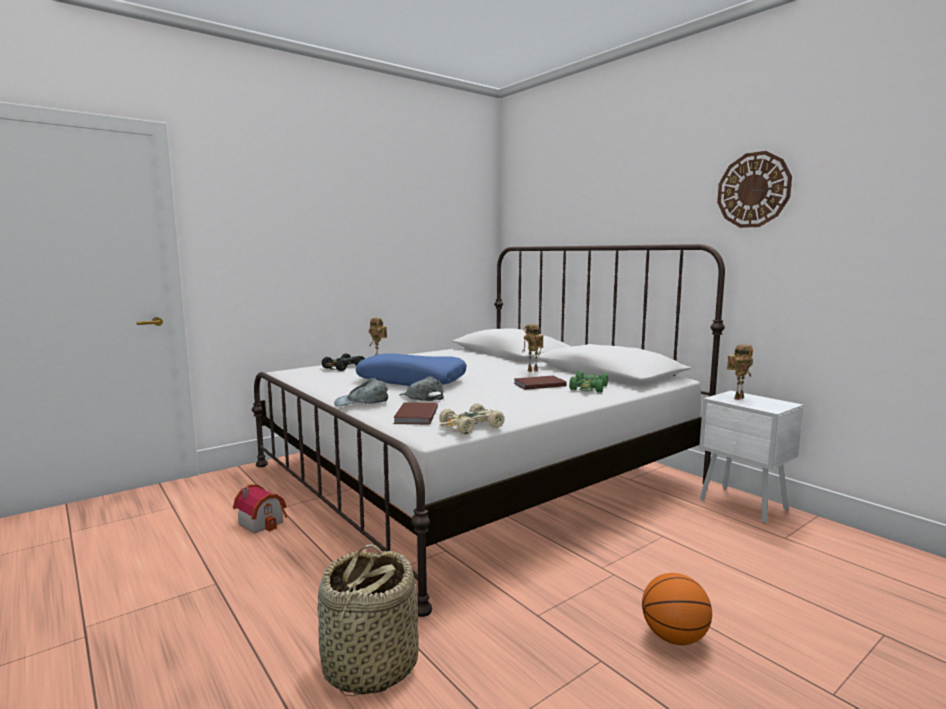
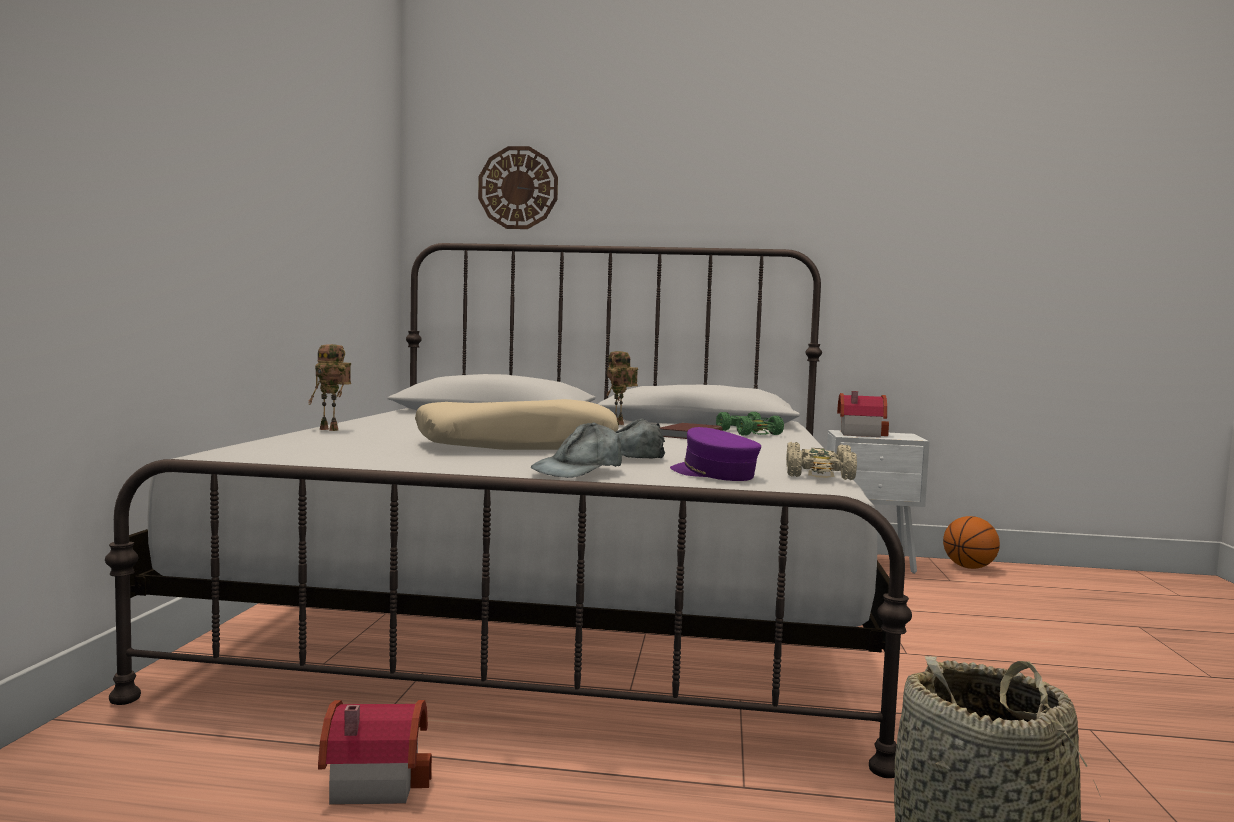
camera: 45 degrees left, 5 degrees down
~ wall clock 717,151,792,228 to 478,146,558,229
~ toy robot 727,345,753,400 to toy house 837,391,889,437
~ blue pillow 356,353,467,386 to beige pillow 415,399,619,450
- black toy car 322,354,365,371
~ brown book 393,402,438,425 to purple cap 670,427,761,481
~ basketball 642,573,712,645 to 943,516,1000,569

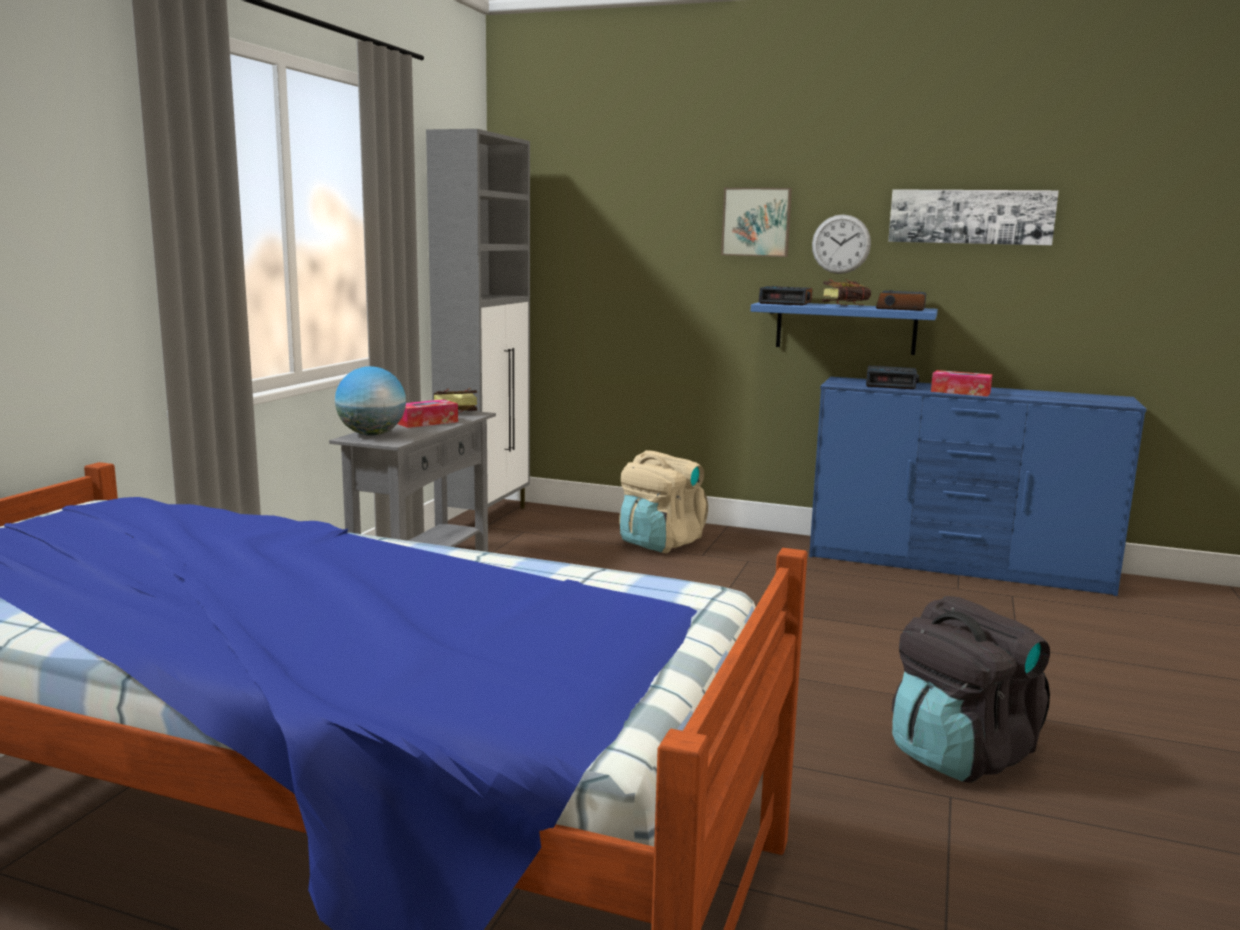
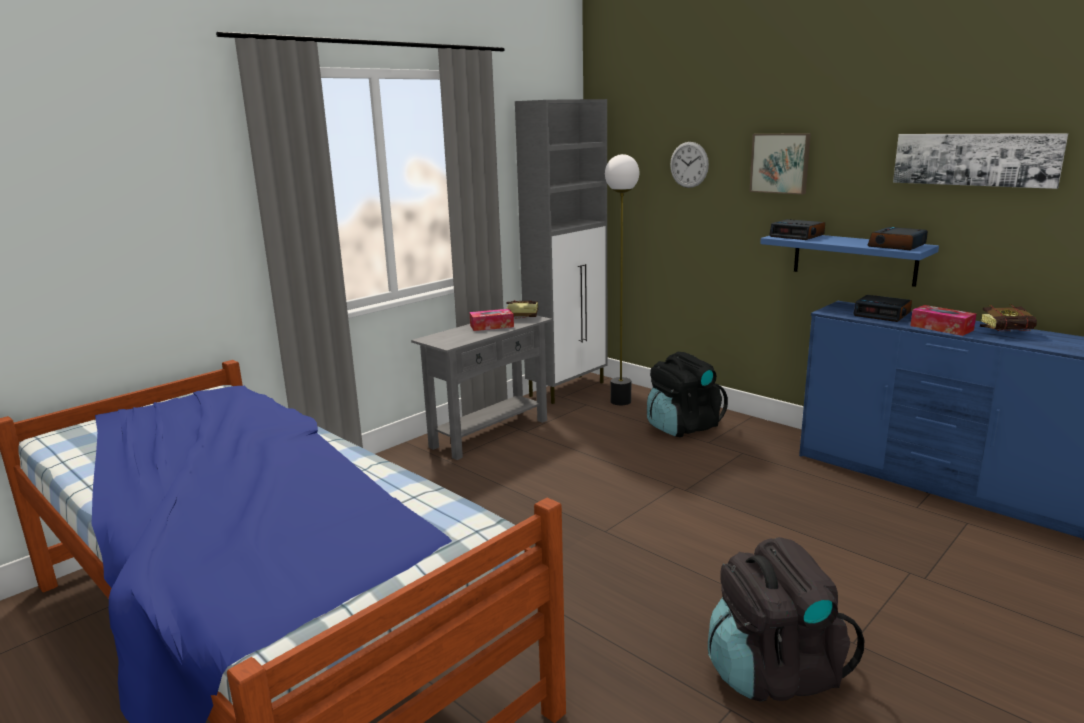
camera: 25 degrees right, 5 degrees up
~ wall clock 812,214,871,274 to 670,142,709,188
~ book 822,279,871,305 to 980,304,1037,331
- globe 335,366,406,435
~ beige backpack 619,450,708,553 to black backpack 647,352,728,437
+ floor lamp 605,154,639,405

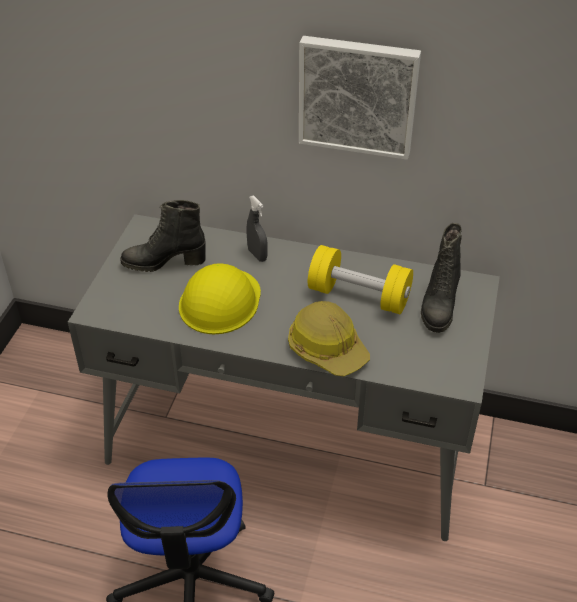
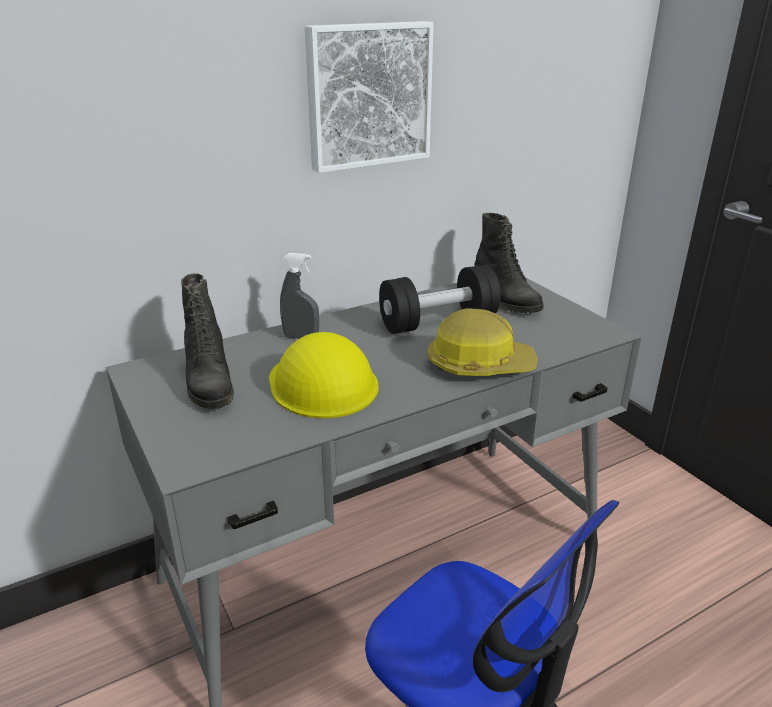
camera: 45 degrees left, 15 degrees down
~ black boot 120,200,206,272 = 181,273,234,409 60 degrees counterclockwise
~ yellow dumbbell 308,245,413,314 to black dumbbell 379,265,501,334

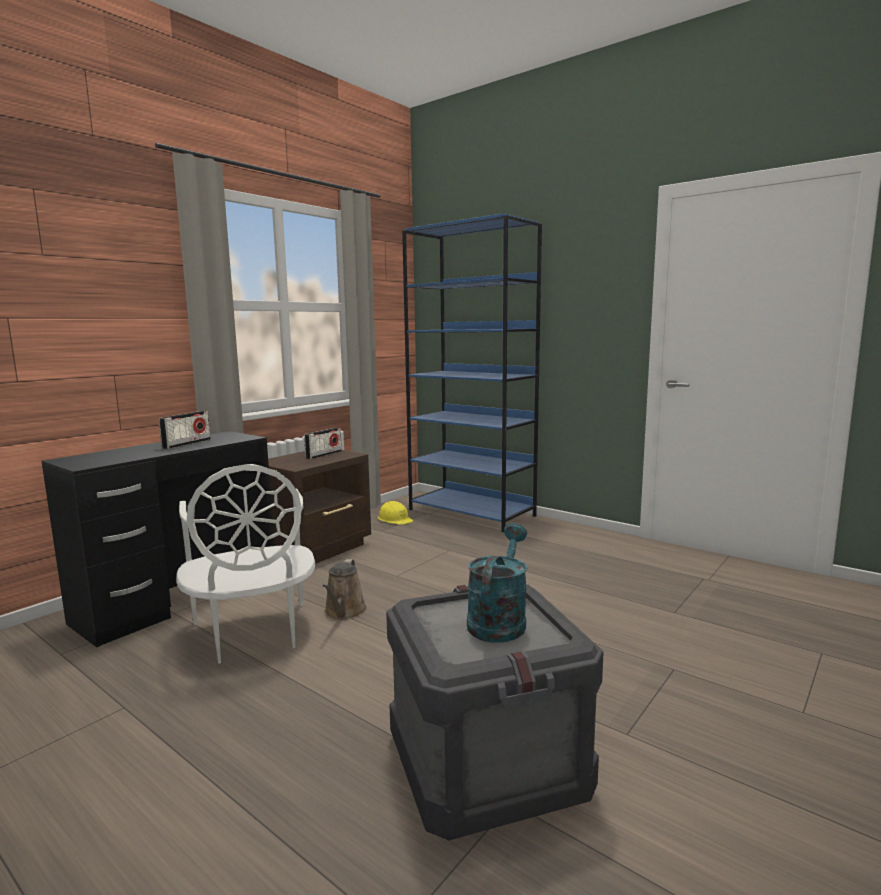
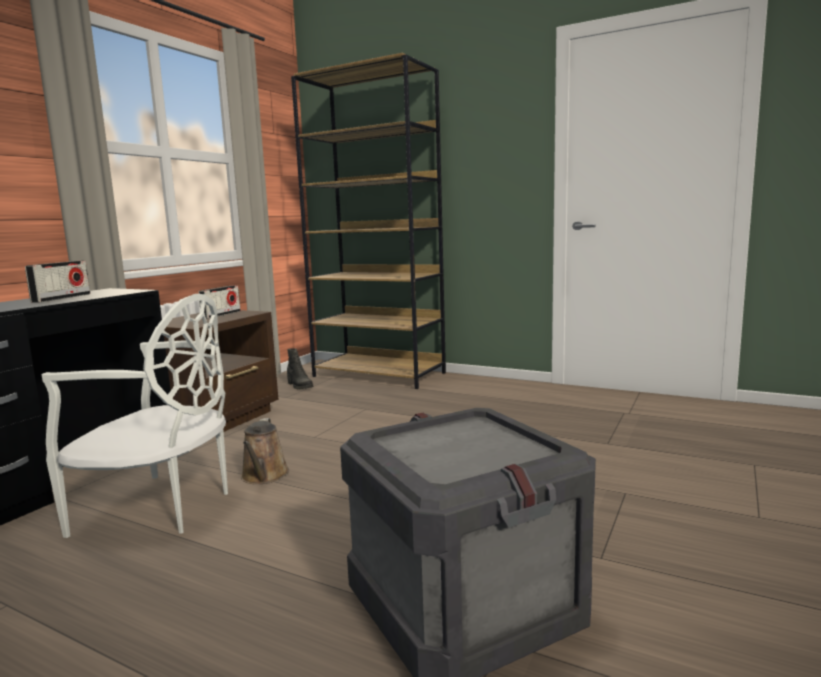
camera: 10 degrees left, 0 degrees up
~ blue bookcase 402,213,542,532 to brown bookcase 291,53,446,389
~ white chair 176,464,315,664 = 42,294,228,538 45 degrees counterclockwise
~ yellow hard hat 378,501,413,525 to black boot 287,348,313,389
- turquoise watering can 467,523,527,643

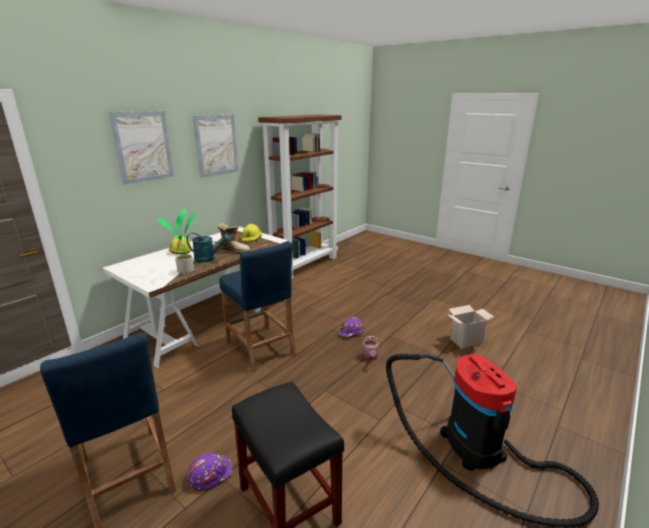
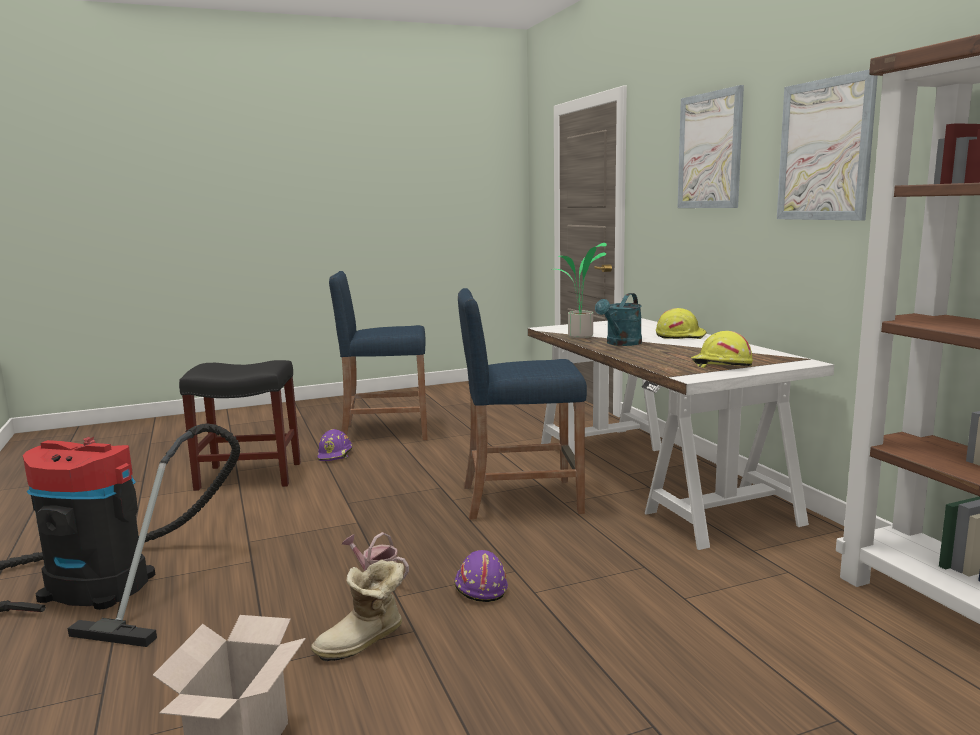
camera: 120 degrees right, 10 degrees down
~ boot 217,223,250,254 to 311,559,404,661

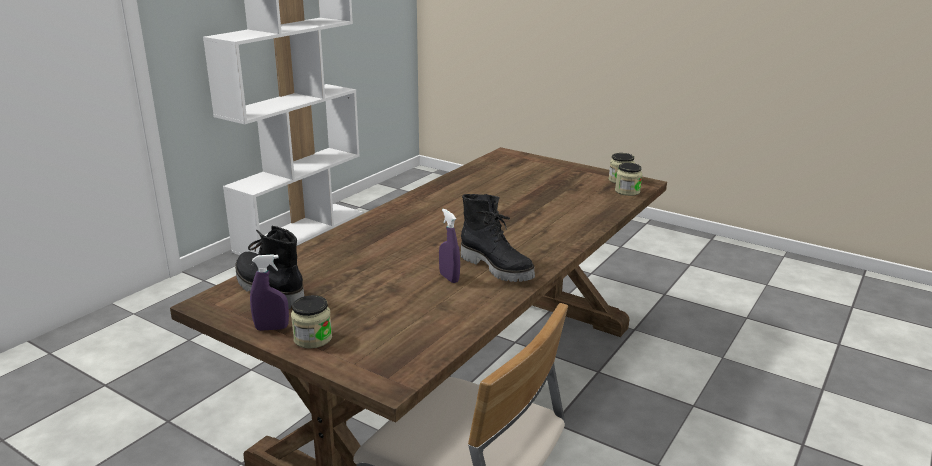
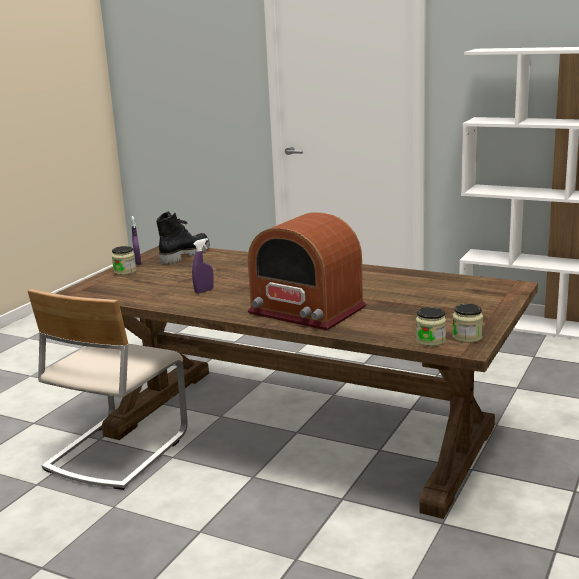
camera: 85 degrees right, 5 degrees down
- black boot 461,194,535,282
+ radio 248,212,366,331

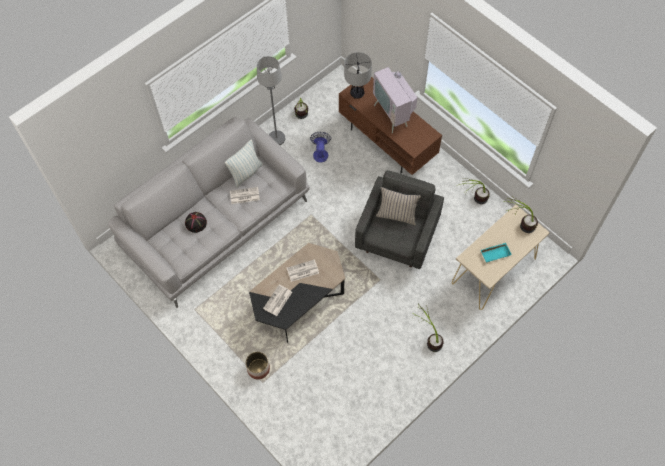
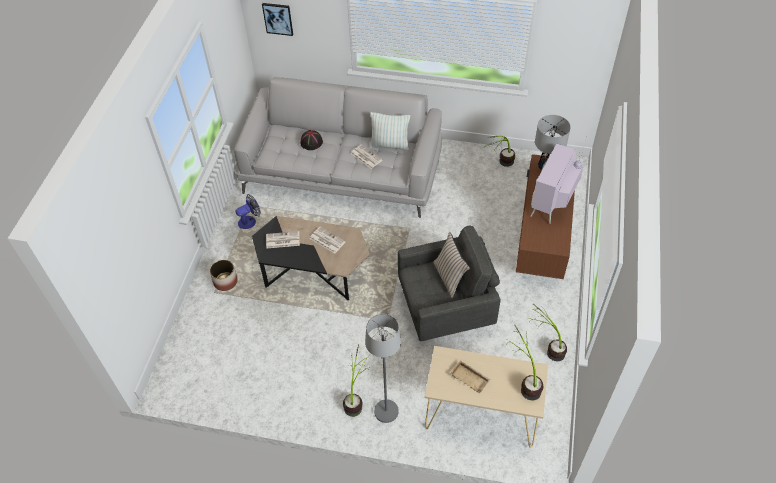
camera: 55 degrees right, 10 degrees down
~ grey floor lamp 257,56,285,145 to 365,314,401,423
~ fan 310,132,331,162 to 236,194,261,229
~ turquoise tray 481,243,512,262 to beige tray 450,360,490,393
+ picture 262,3,293,36

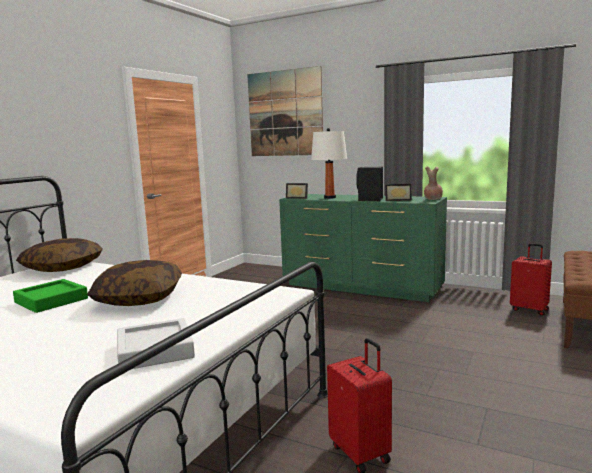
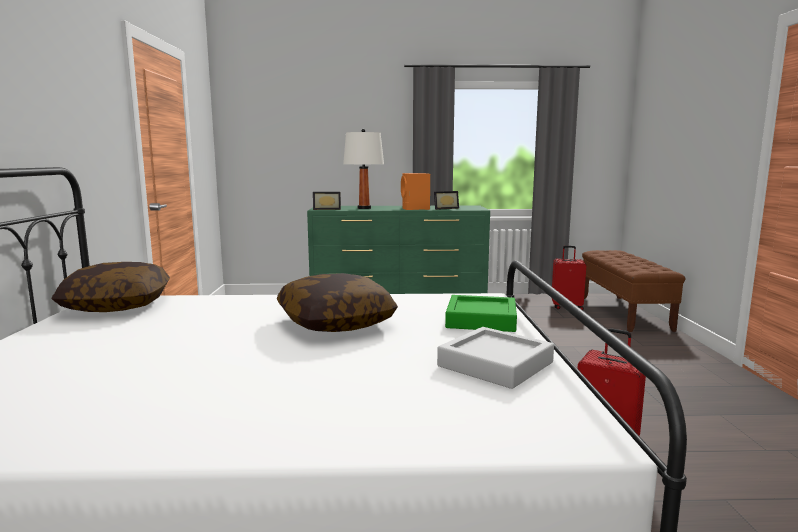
camera: 30 degrees left, 0 degrees up
- picture 247,66,323,156
- brown vase 424,166,443,200
~ black speaker 356,167,383,201 to orange speaker 401,173,430,210
~ green tray 13,279,88,313 to 445,295,517,332

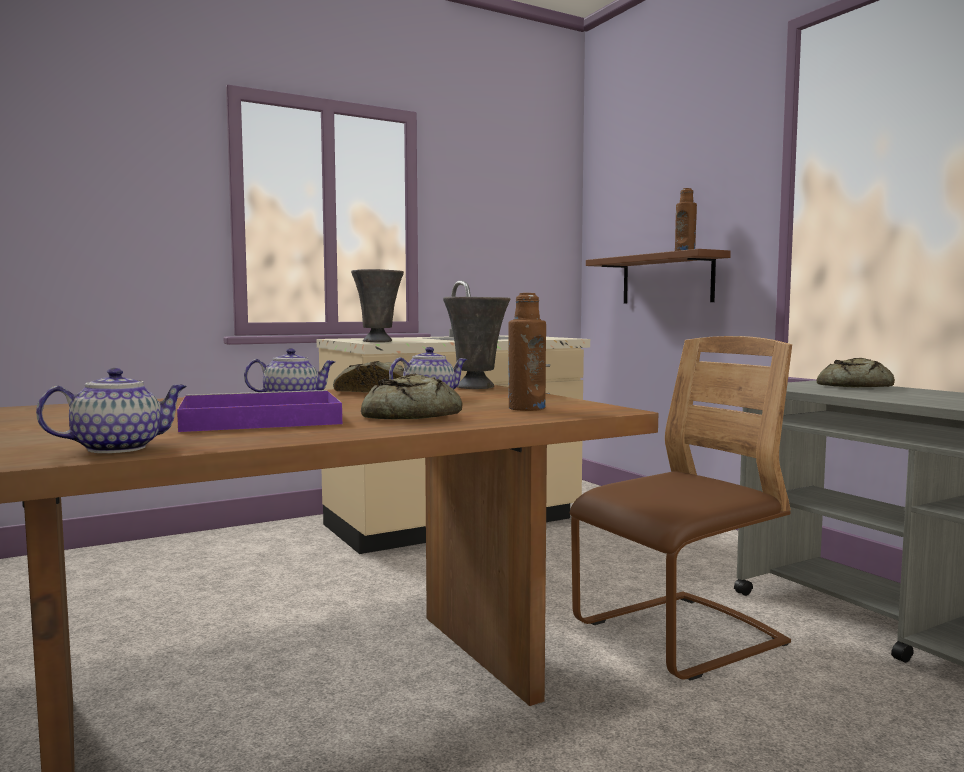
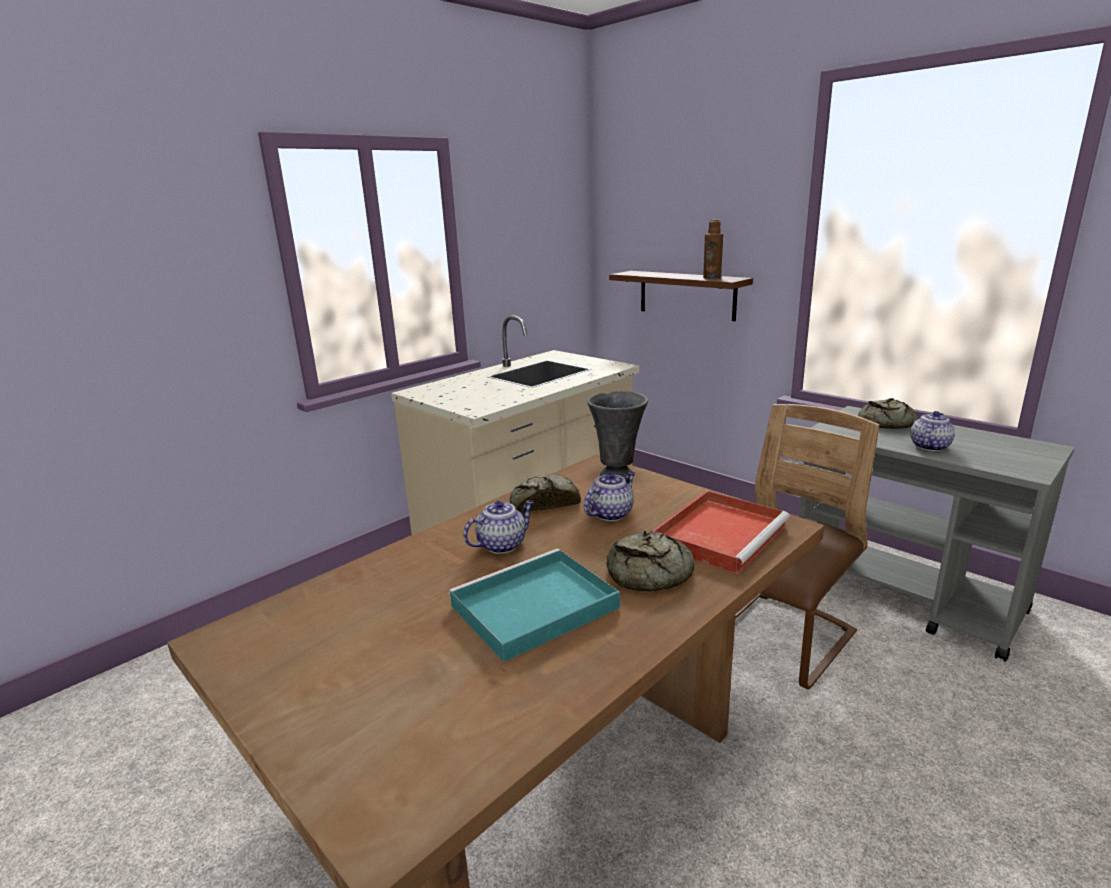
camera: 15 degrees left, 15 degrees up
- grey vase 351,269,404,342
~ brown bottle 508,293,546,411 to red tray 652,491,790,574
~ teapot 36,368,187,453 to 910,411,955,451
~ purple tray 177,390,343,432 to turquoise tray 449,549,620,662

